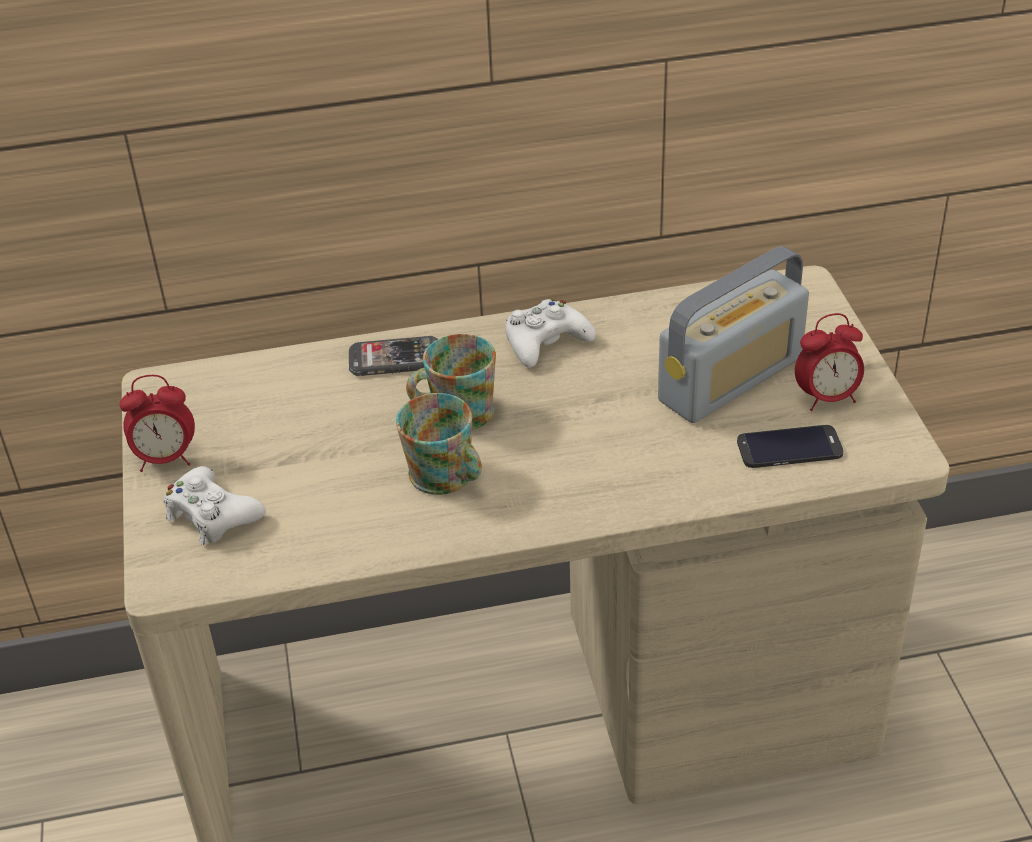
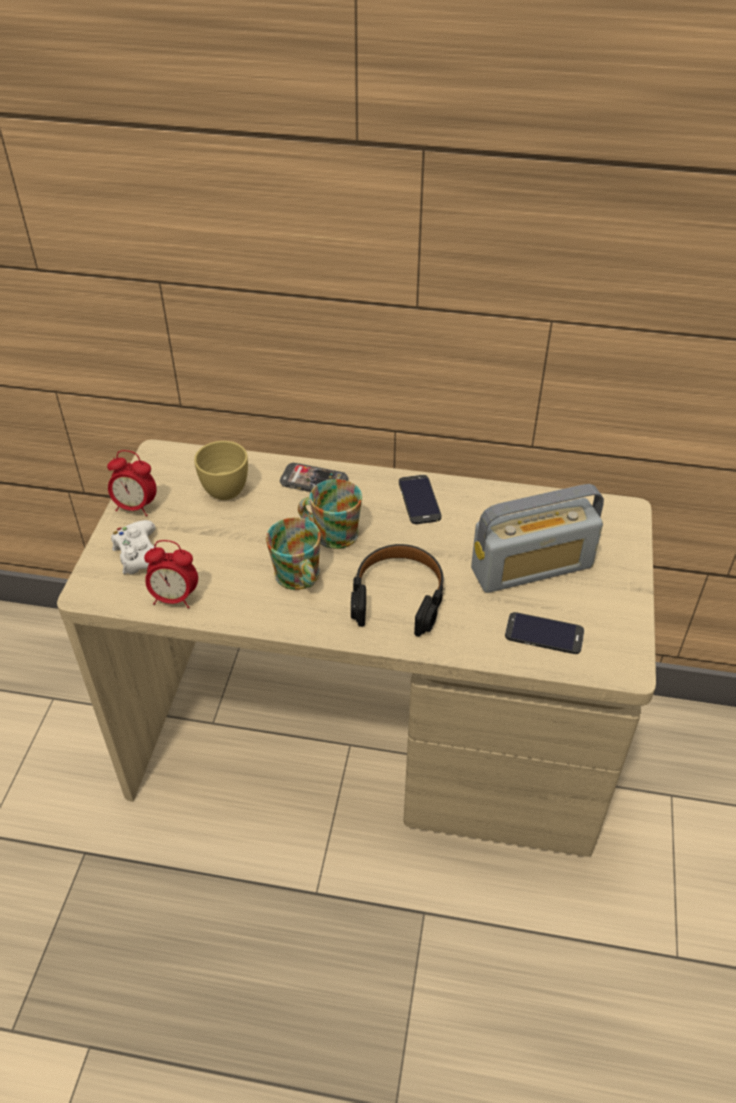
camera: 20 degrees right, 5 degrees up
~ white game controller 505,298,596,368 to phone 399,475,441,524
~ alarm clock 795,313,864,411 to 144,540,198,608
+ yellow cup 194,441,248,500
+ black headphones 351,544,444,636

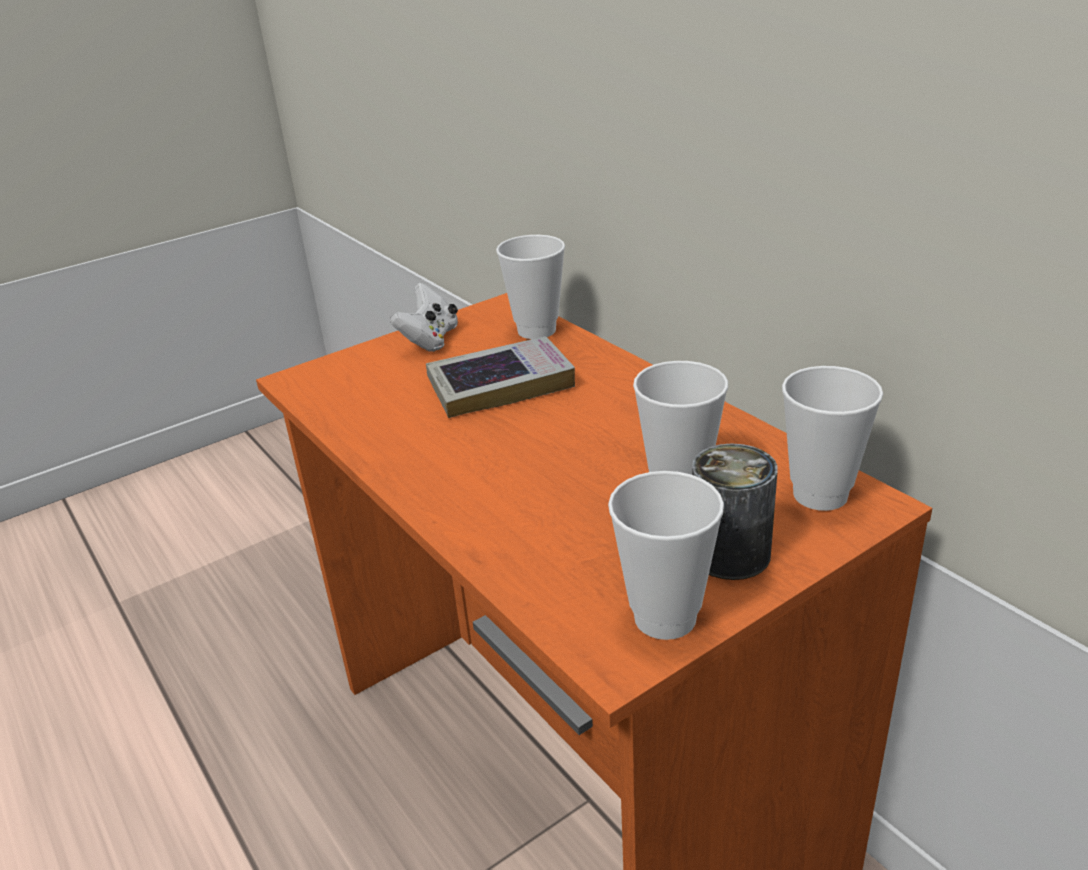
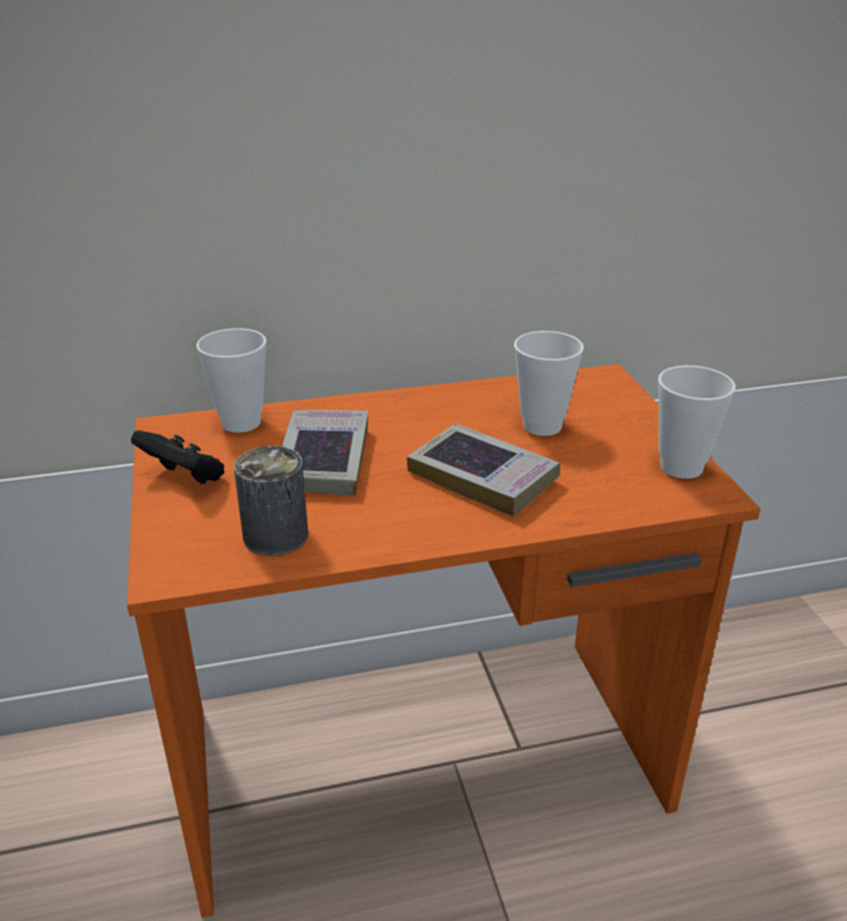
camera: 70 degrees left, 0 degrees up
~ white game controller 390,283,458,352 to black game controller 131,430,225,484
- cup 782,366,883,511
~ can 692,444,778,580 to 234,446,308,556
+ book 407,423,561,516

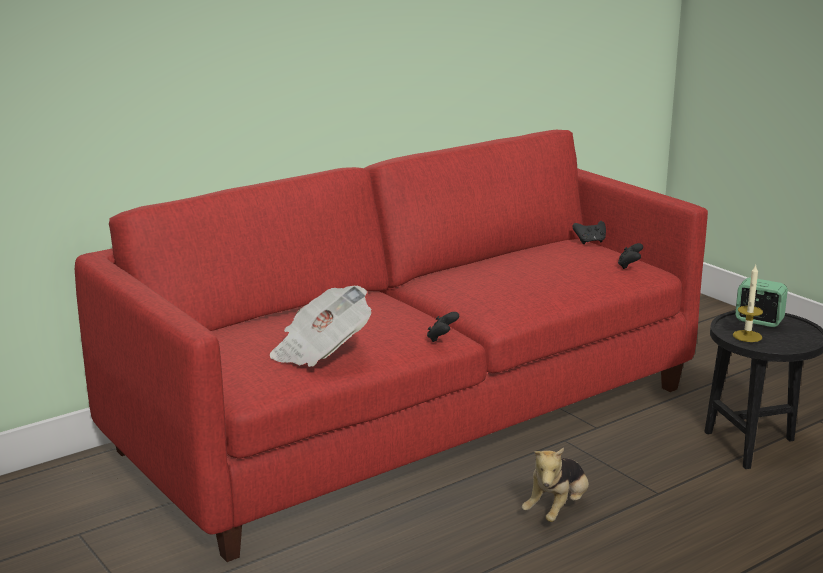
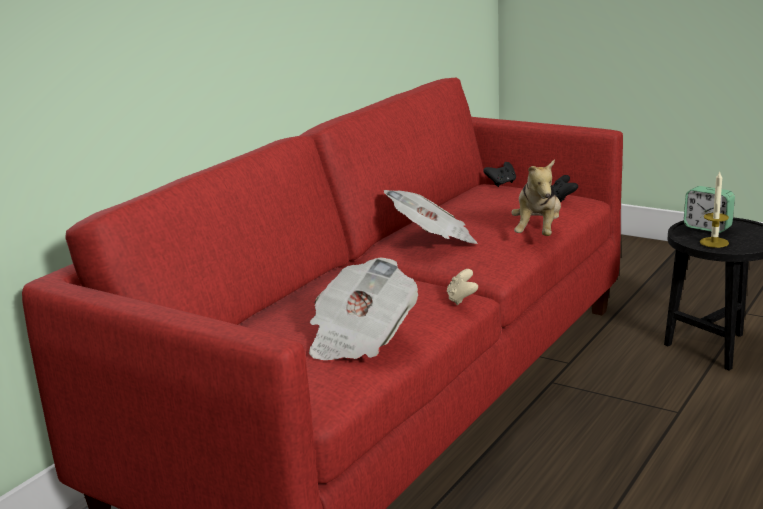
camera: 20 degrees left, 0 degrees up
~ alarm clock 735,277,788,327 = 684,186,735,233 150 degrees counterclockwise
~ black game controller 427,312,459,342 to beige game controller 447,269,478,305
~ plush toy 522,448,589,522 to 511,159,561,236
+ newspaper 384,190,478,244

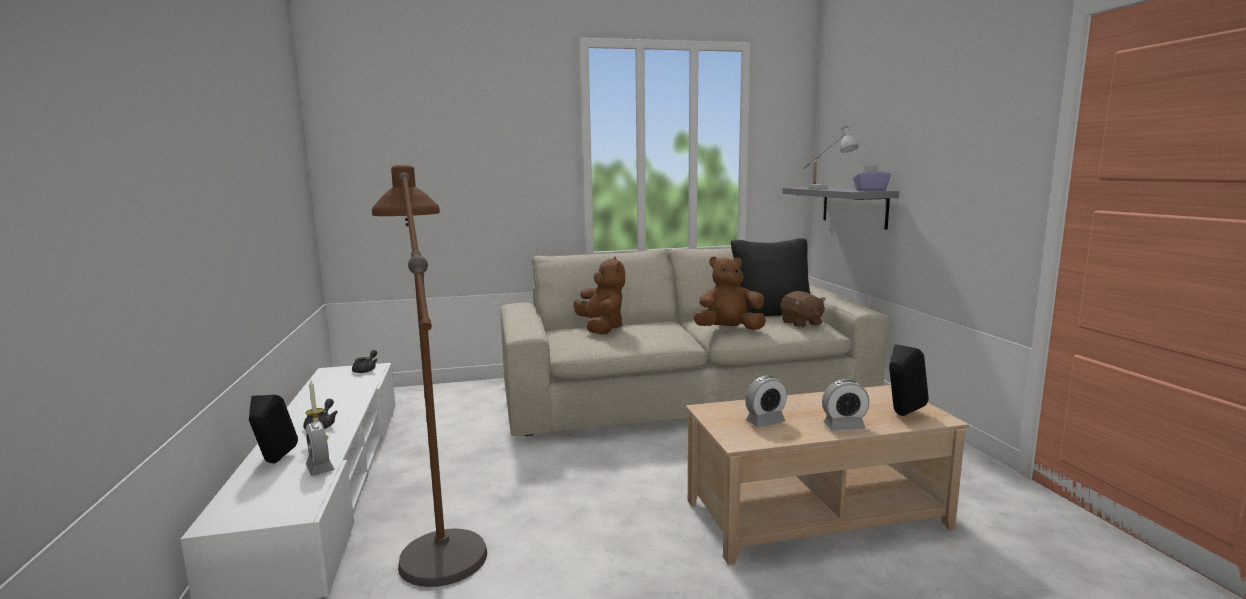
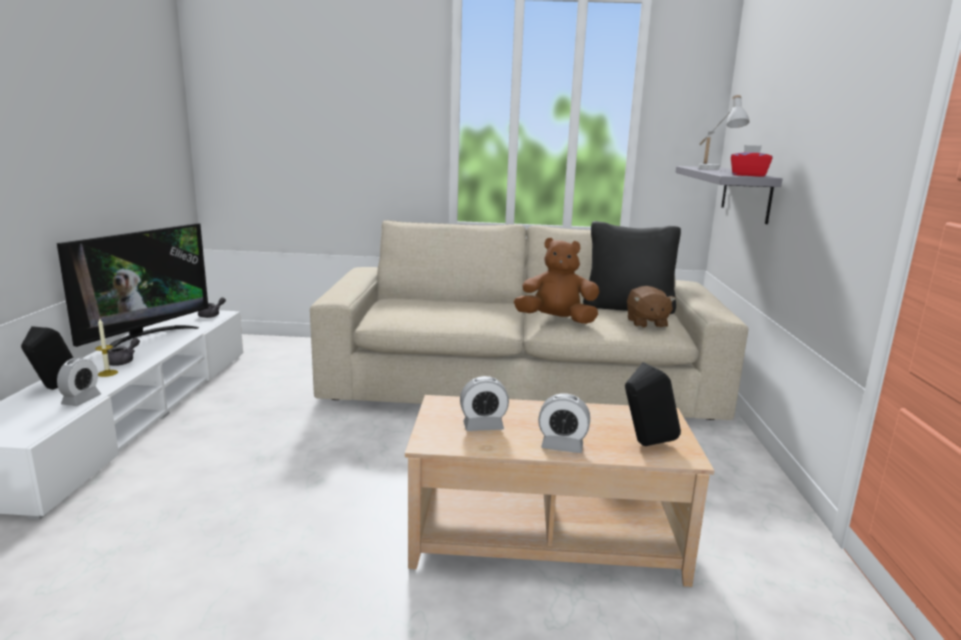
camera: 15 degrees right, 5 degrees up
- brown floor lamp 372,165,487,587
~ purple tissue box 853,165,891,191 to red tissue box 731,145,773,177
- brown plush toy 574,257,625,334
~ alarm clock 306,422,335,476 = 57,357,101,406 150 degrees counterclockwise
+ television 57,223,209,353

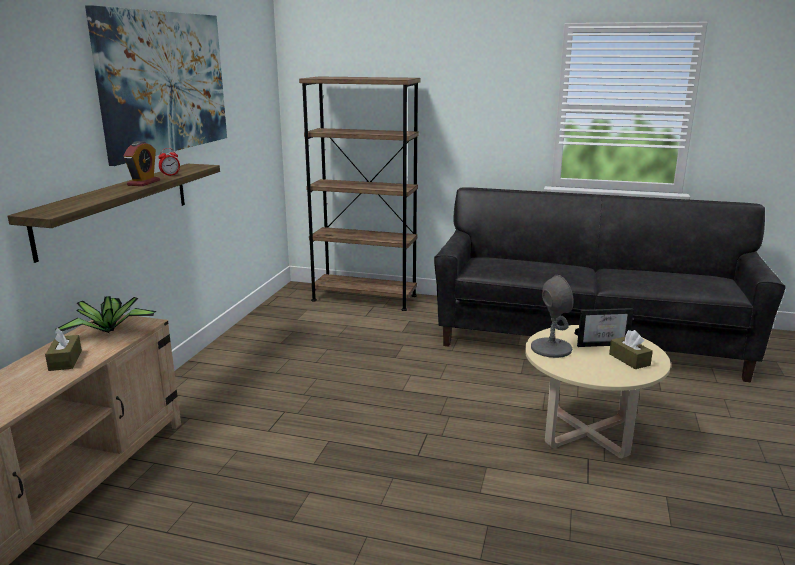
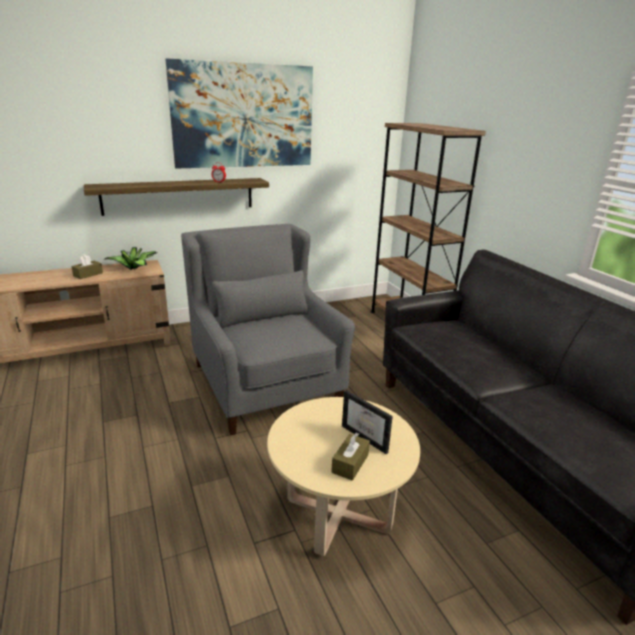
camera: 50 degrees right, 5 degrees up
- alarm clock 123,141,160,186
- grey table lamp 531,275,574,358
+ grey armchair 181,224,355,435

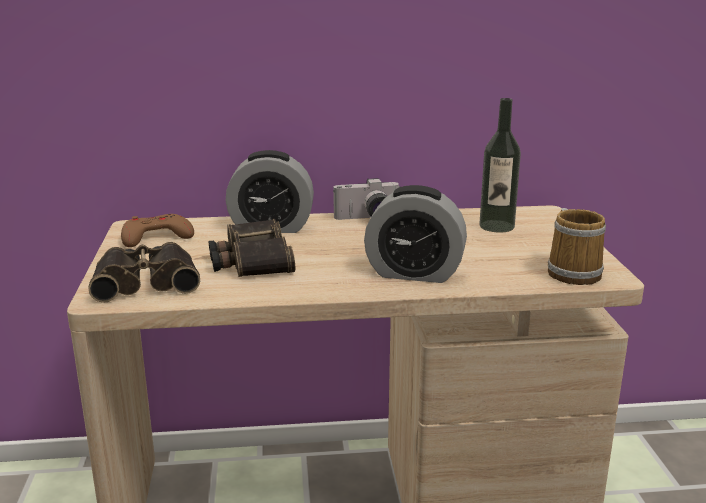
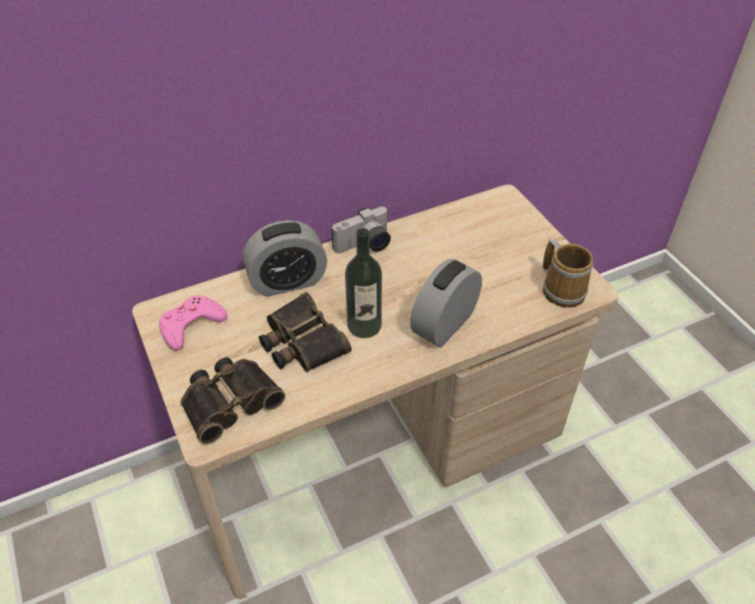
camera: 20 degrees left, 25 degrees up
~ bottle 479,98,521,233 to 345,228,382,338
~ alarm clock 364,185,467,283 = 410,259,482,347 135 degrees clockwise
~ brown game controller 121,214,194,247 to pink game controller 159,295,227,351

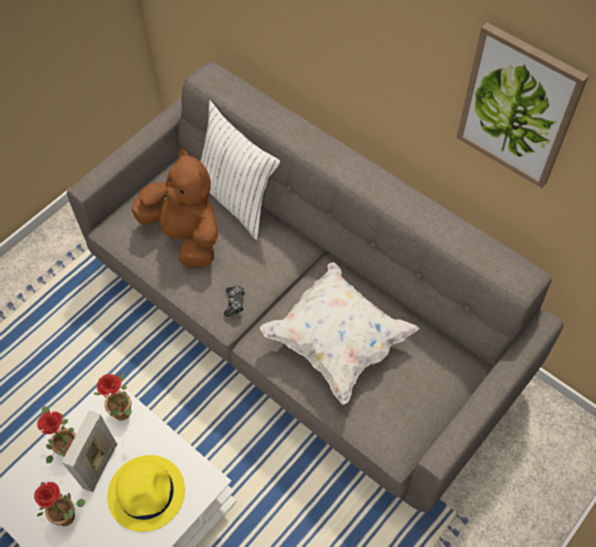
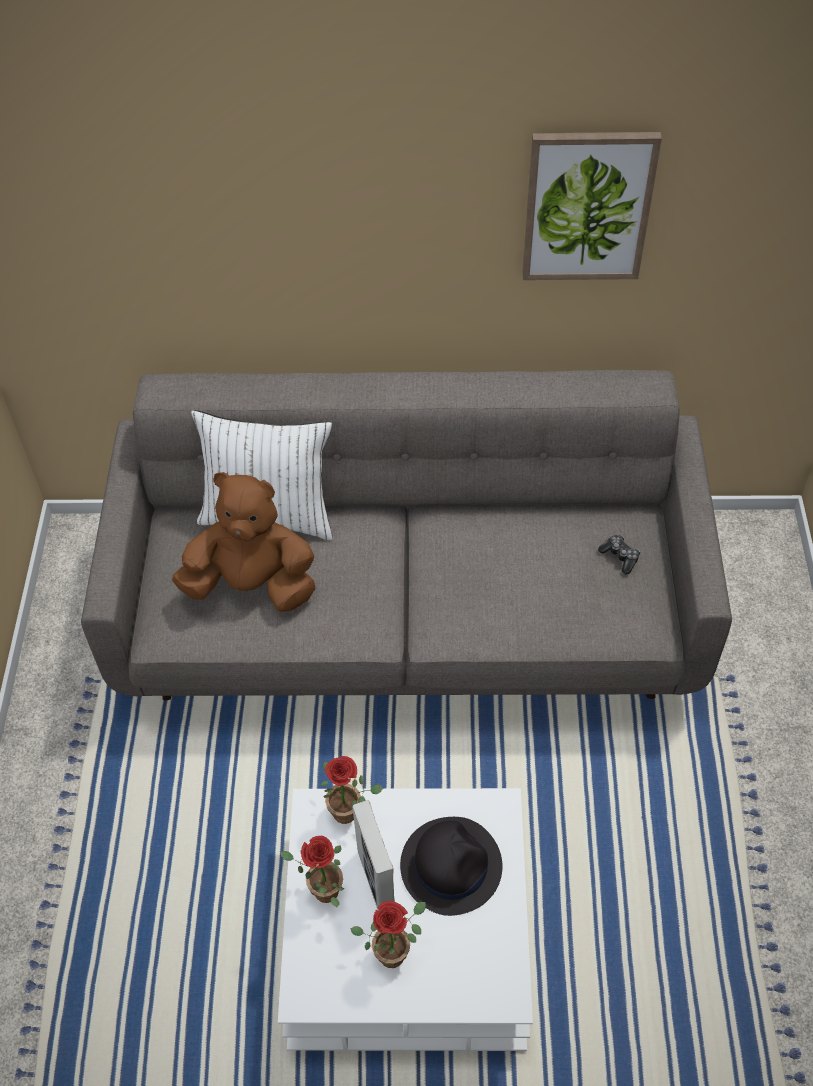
camera: 40 degrees left, 5 degrees down
- white pillow 260,262,419,405
~ game controller 224,285,245,317 to 598,535,640,575
~ yellow hat 107,455,185,532 to black hat 400,817,503,916

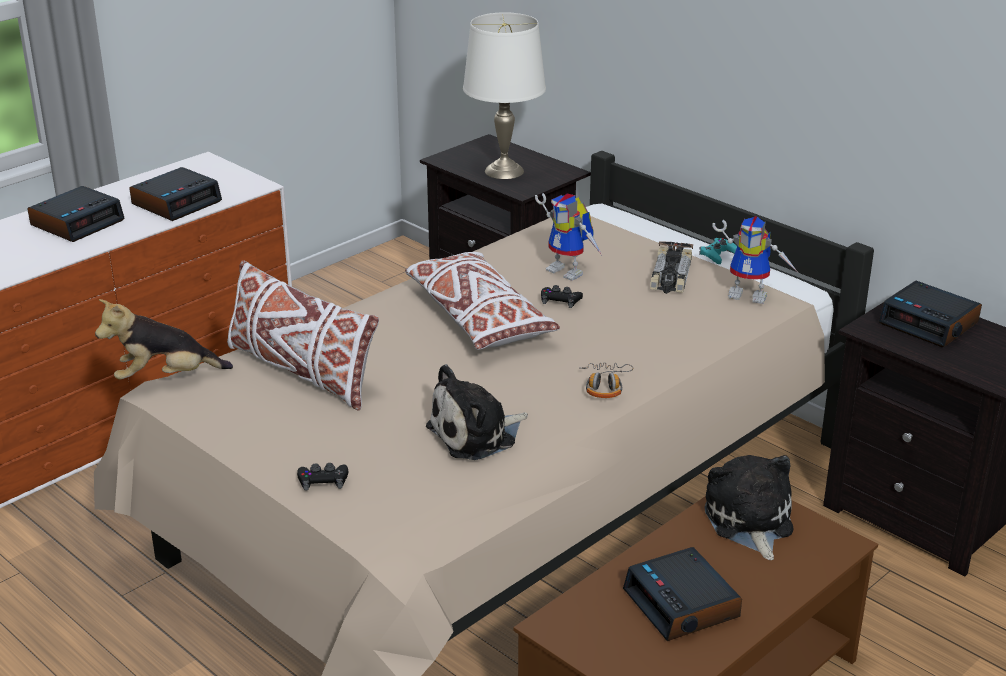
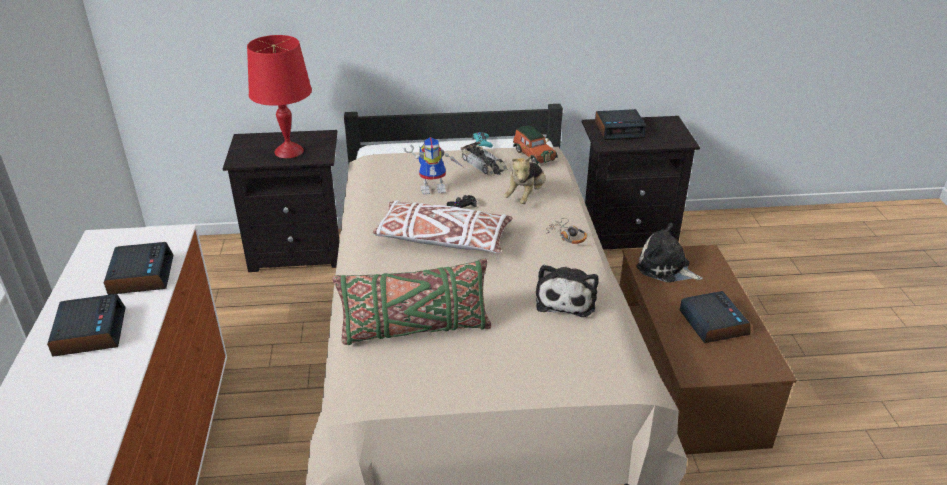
camera: 50 degrees left, 5 degrees up
~ white table lamp 463,12,546,179 to red table lamp 247,35,312,158
~ toy robot 712,216,797,304 to toy car 513,125,558,164
~ white pillow 227,260,379,411 to green pillow 332,259,491,345
~ plush toy 95,299,233,380 to 503,156,546,204
- black game controller 297,463,348,491
~ alarm clock 623,547,742,641 = 680,291,750,343 120 degrees counterclockwise

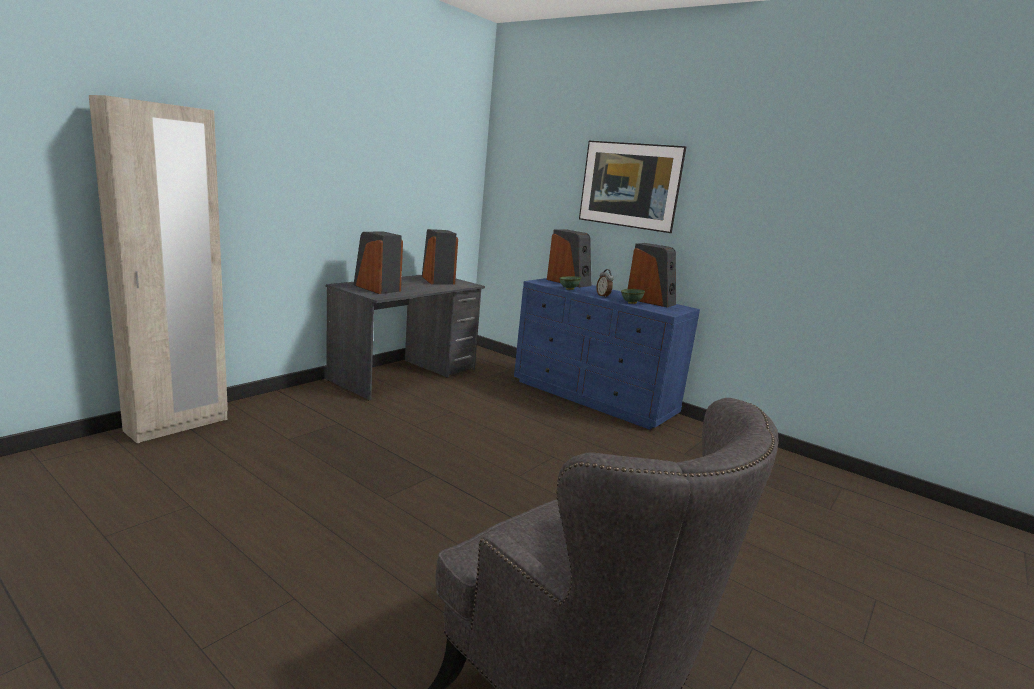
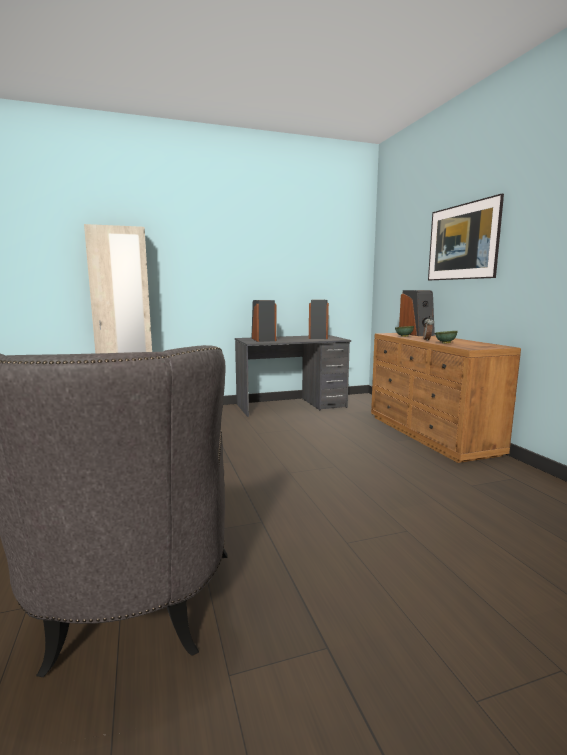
camera: 35 degrees right, 5 degrees down
- speaker 628,243,676,308
~ blue dresser 514,278,700,430 to brown dresser 371,333,521,463

